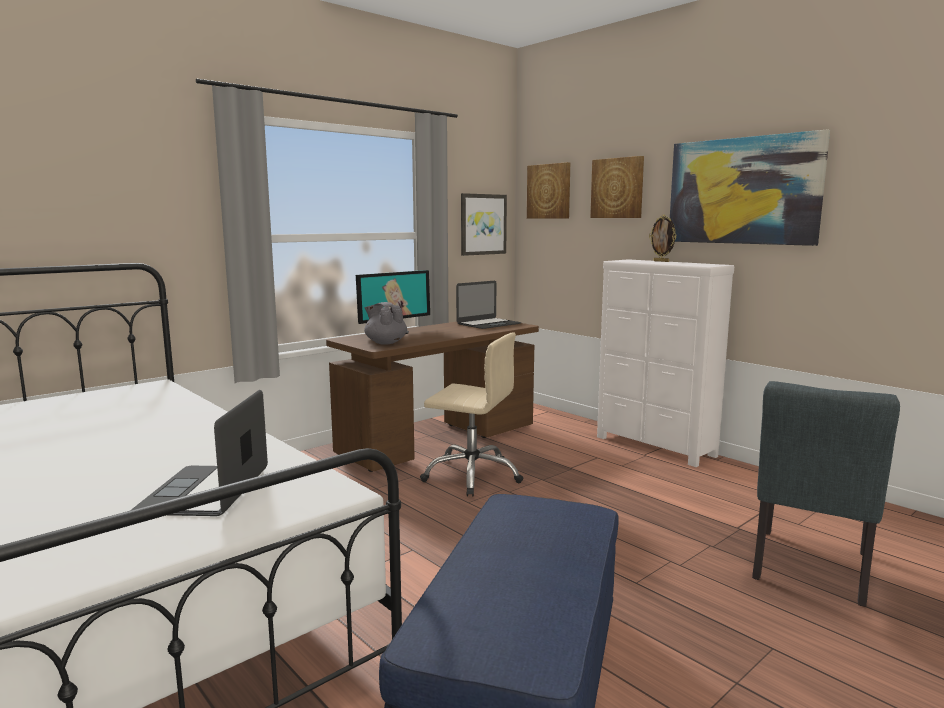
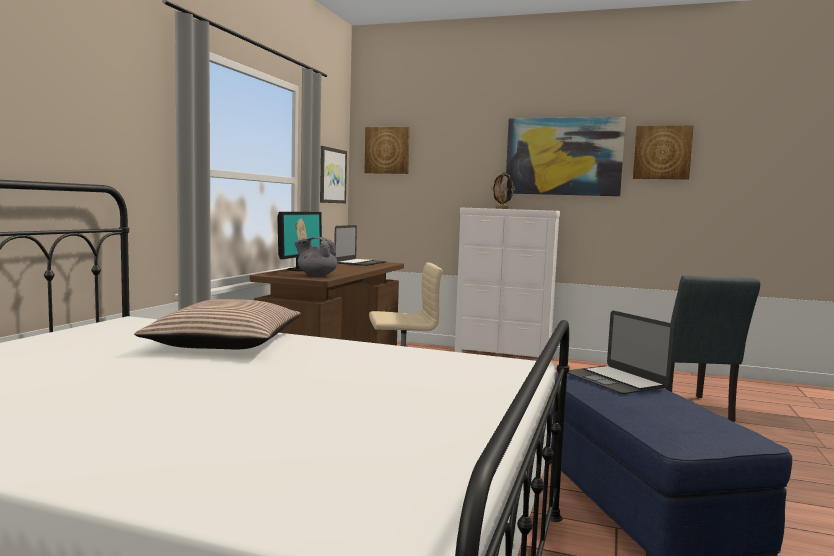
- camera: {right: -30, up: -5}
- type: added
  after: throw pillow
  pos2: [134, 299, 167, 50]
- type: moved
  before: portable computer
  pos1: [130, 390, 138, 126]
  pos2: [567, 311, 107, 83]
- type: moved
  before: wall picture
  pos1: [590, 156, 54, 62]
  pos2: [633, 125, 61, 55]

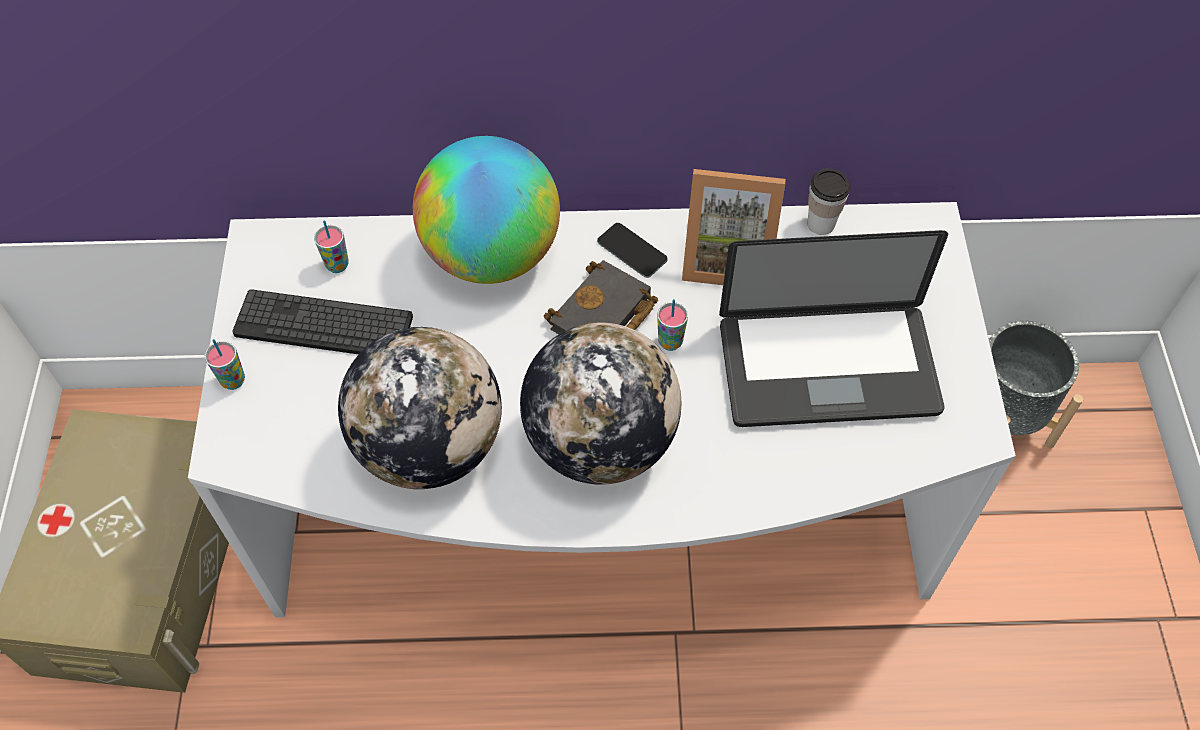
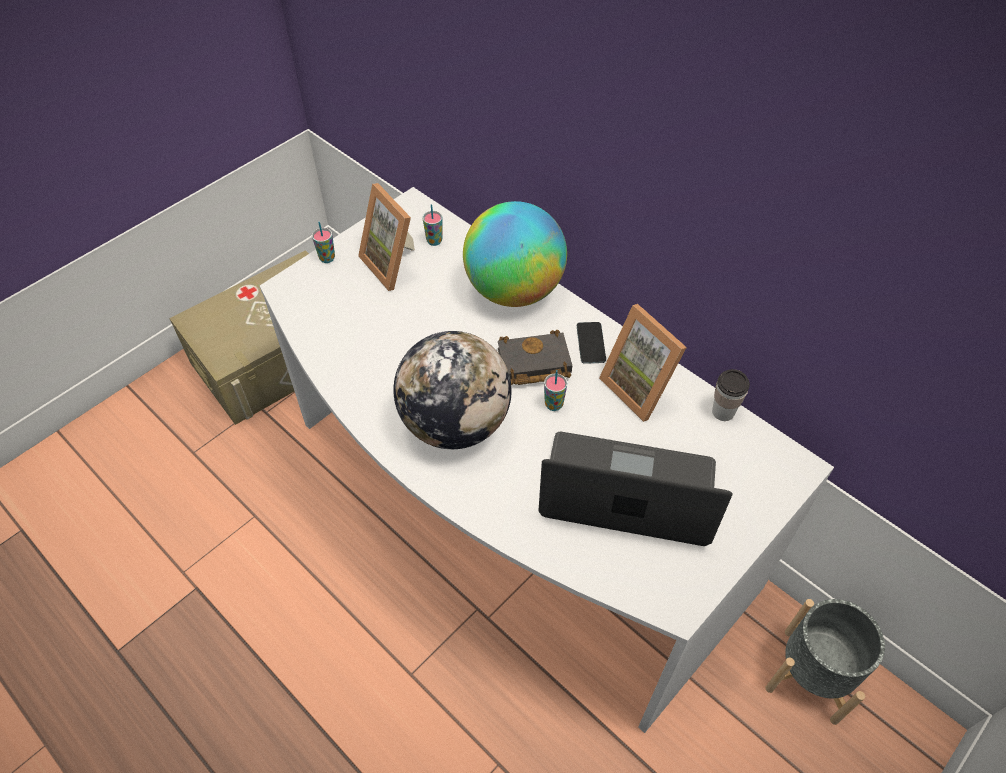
- camera: {right: 45, up: -5}
- type: replaced
  before: PC keyboard
  after: picture frame
  pos1: [232, 289, 181, 65]
  pos2: [358, 183, 57, 108]
- type: turned
  before: portable computer
  pos1: [719, 230, 229, 197]
  pos2: [538, 432, 195, 114]
  turn: 150
- type: removed
  before: globe
  pos1: [338, 327, 164, 162]

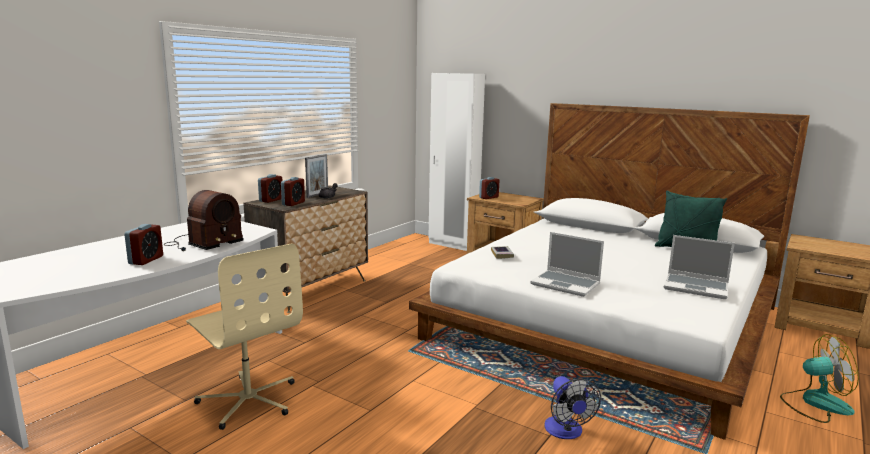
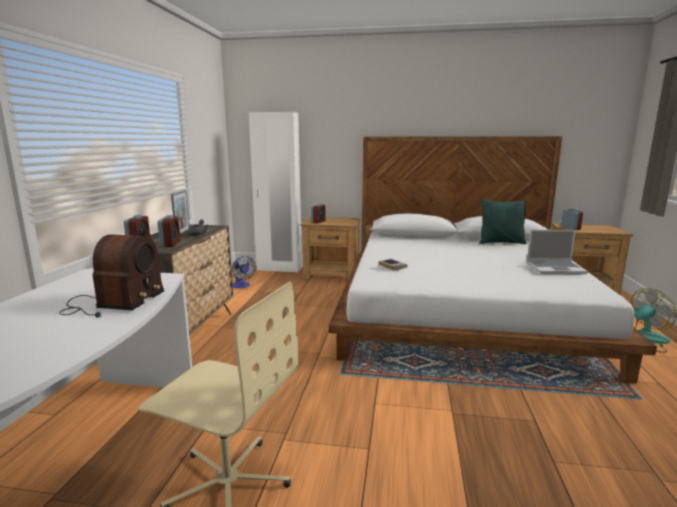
- camera: {right: -25, up: 0}
- type: moved
  before: fan
  pos1: [545, 376, 56, 63]
  pos2: [232, 256, 24, 32]
- type: moved
  before: bedside clock
  pos1: [124, 224, 39, 41]
  pos2: [561, 208, 22, 22]
- type: removed
  before: portable computer
  pos1: [530, 232, 74, 65]

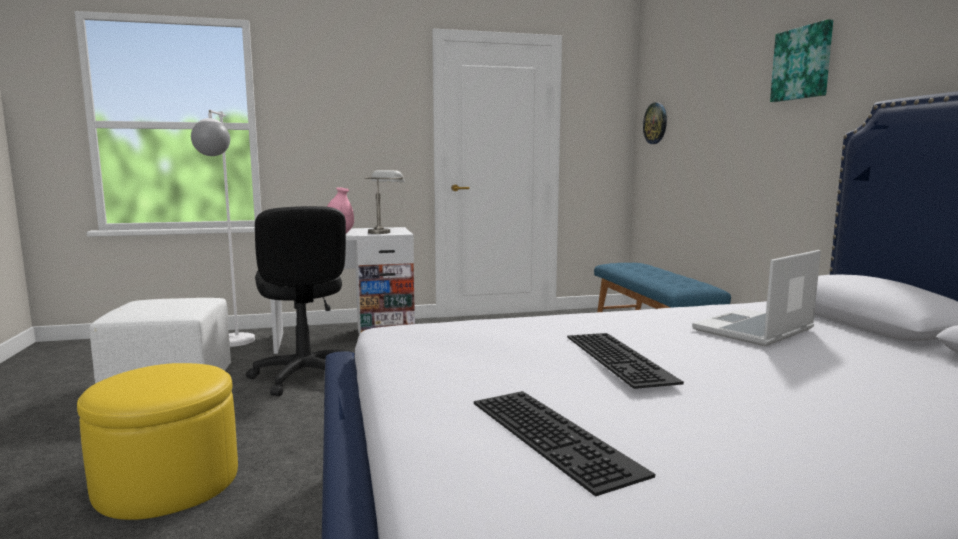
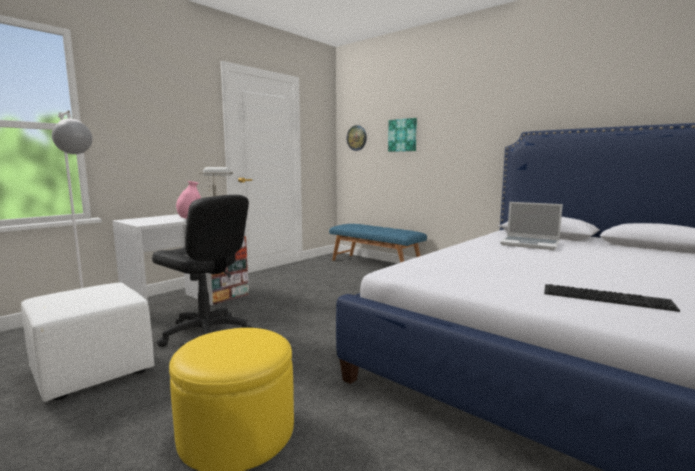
- camera: {right: -35, up: 0}
- type: moved
  before: wall picture
  pos1: [770, 19, 63, 83]
  pos2: [388, 118, 29, 34]
- type: turned
  before: portable computer
  pos1: [692, 250, 129, 97]
  pos2: [500, 202, 63, 48]
  turn: -75
- type: removed
  before: PC keyboard
  pos1: [567, 333, 117, 56]

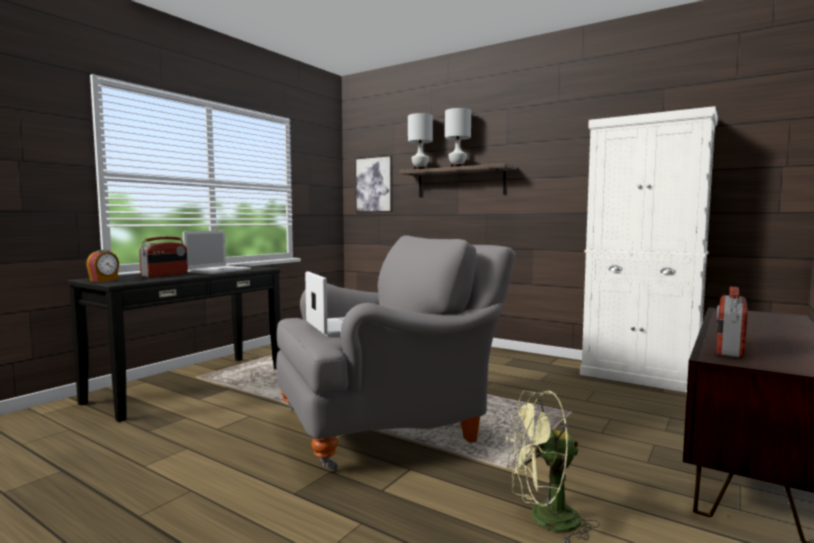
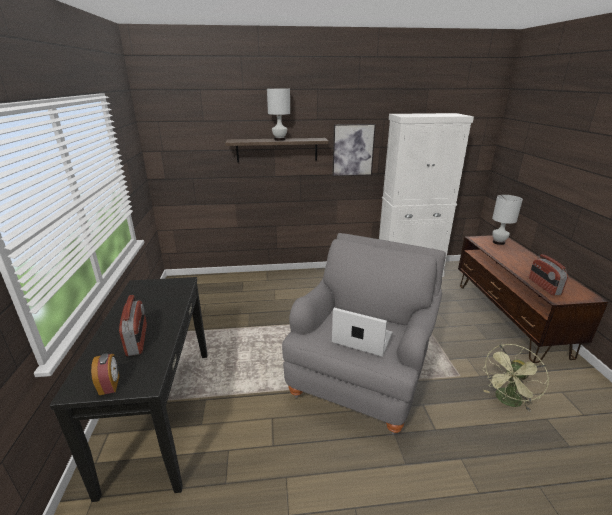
- camera: {right: -40, up: 20}
- type: moved
  before: wall picture
  pos1: [355, 155, 38, 57]
  pos2: [332, 124, 44, 52]
- type: moved
  before: white lamp for a table
  pos1: [408, 113, 25, 56]
  pos2: [492, 195, 31, 50]
- type: removed
  before: portable computer
  pos1: [183, 231, 68, 43]

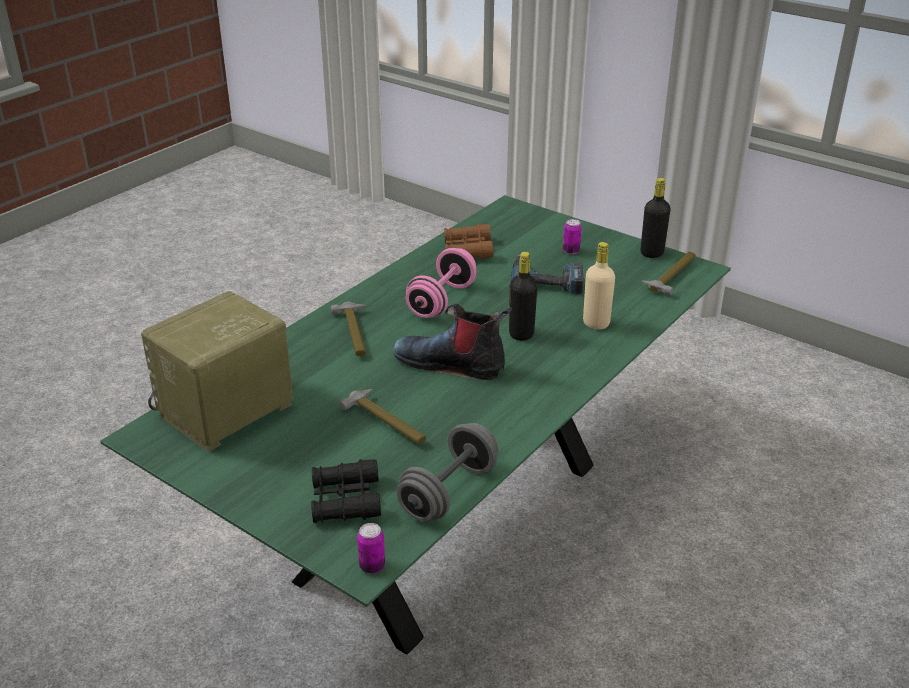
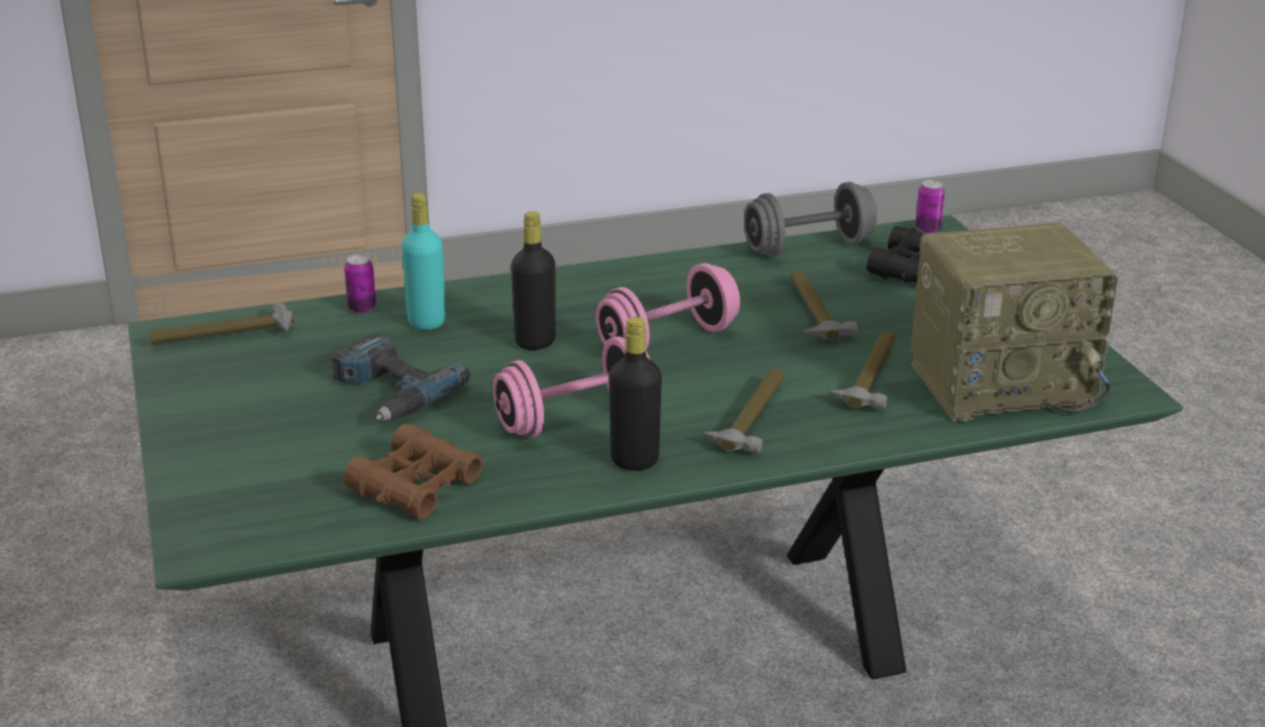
- camera: {right: -145, up: -5}
- type: moved
  before: sealed can
  pos1: [563, 219, 19, 35]
  pos2: [344, 254, 32, 59]
- type: recoloured
  before: beige drink bottle
  after: turquoise-coloured drink bottle
  pos1: [583, 242, 32, 88]
  pos2: [401, 193, 45, 137]
- type: replaced
  before: boot
  after: pink hand weight
  pos1: [393, 303, 119, 77]
  pos2: [596, 263, 144, 87]
- type: moved
  before: black drink bottle
  pos1: [641, 178, 29, 80]
  pos2: [609, 317, 53, 154]
- type: added
  after: hammer
  pos2: [829, 331, 66, 78]

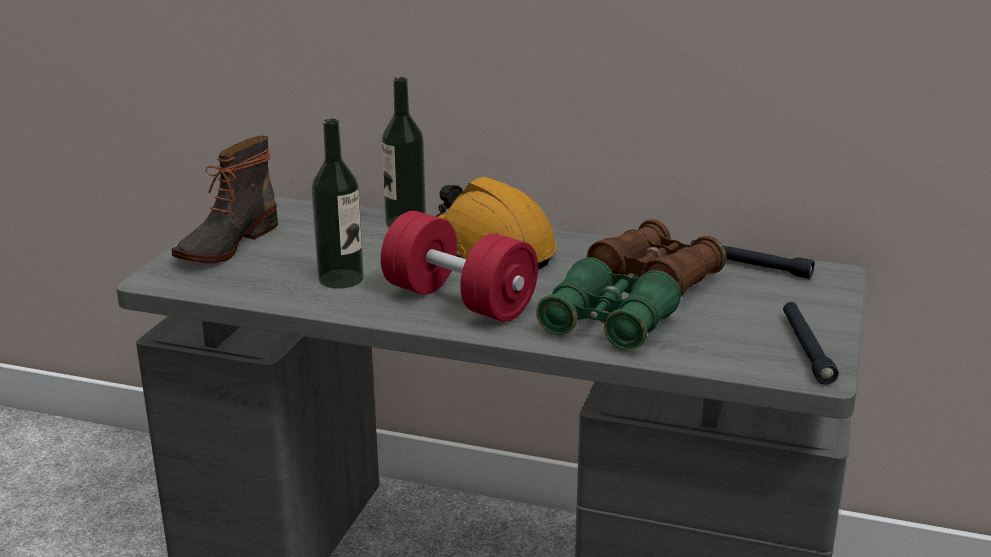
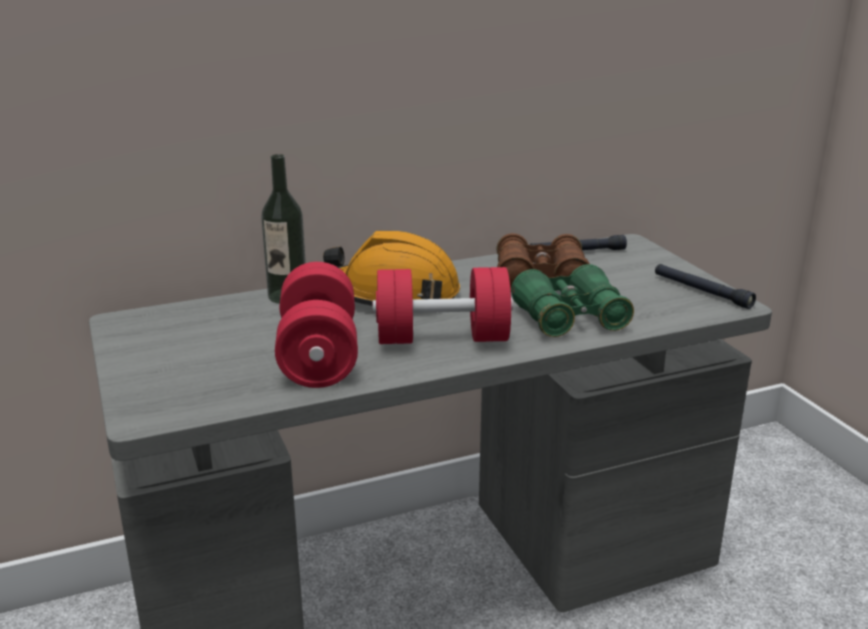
- camera: {right: -40, up: 0}
- type: replaced
  before: drink bottle
  after: reddish hand weight
  pos1: [312, 119, 52, 170]
  pos2: [275, 262, 83, 126]
- type: removed
  before: boot
  pos1: [172, 136, 106, 127]

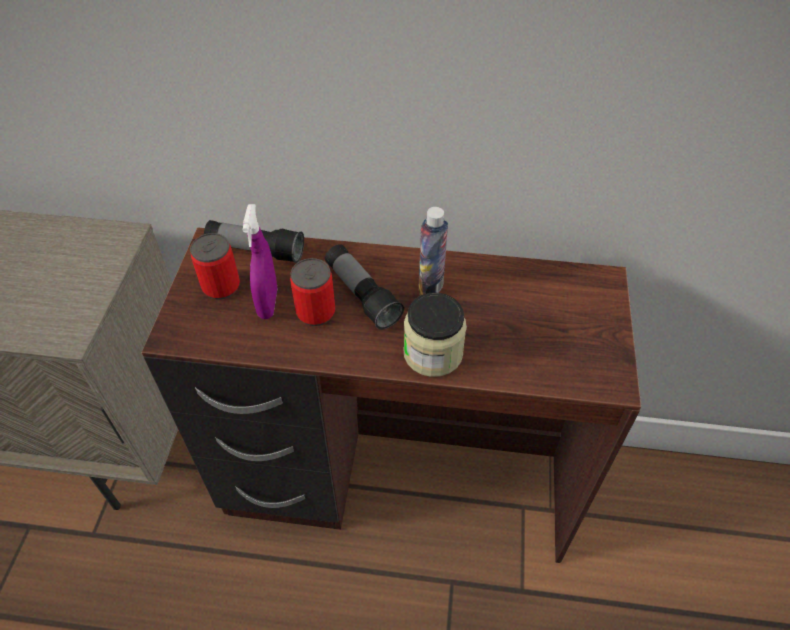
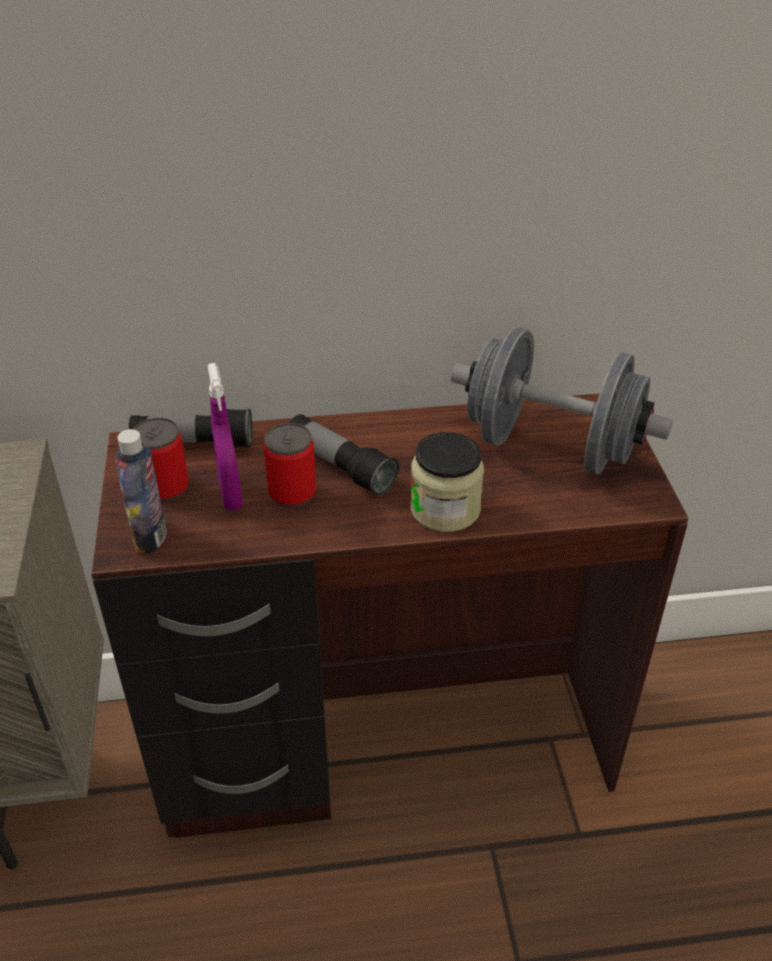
- camera: {right: -15, up: -10}
- type: moved
  before: drink bottle
  pos1: [418, 207, 30, 89]
  pos2: [115, 429, 52, 125]
- type: added
  after: greyish hand weight
  pos2: [451, 327, 222, 148]

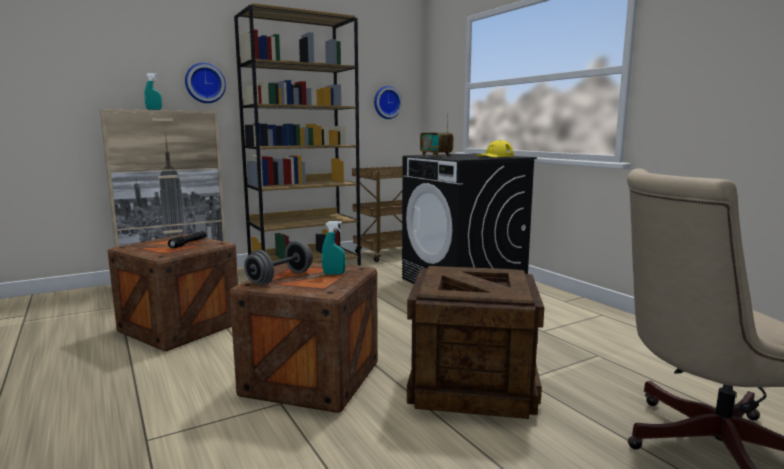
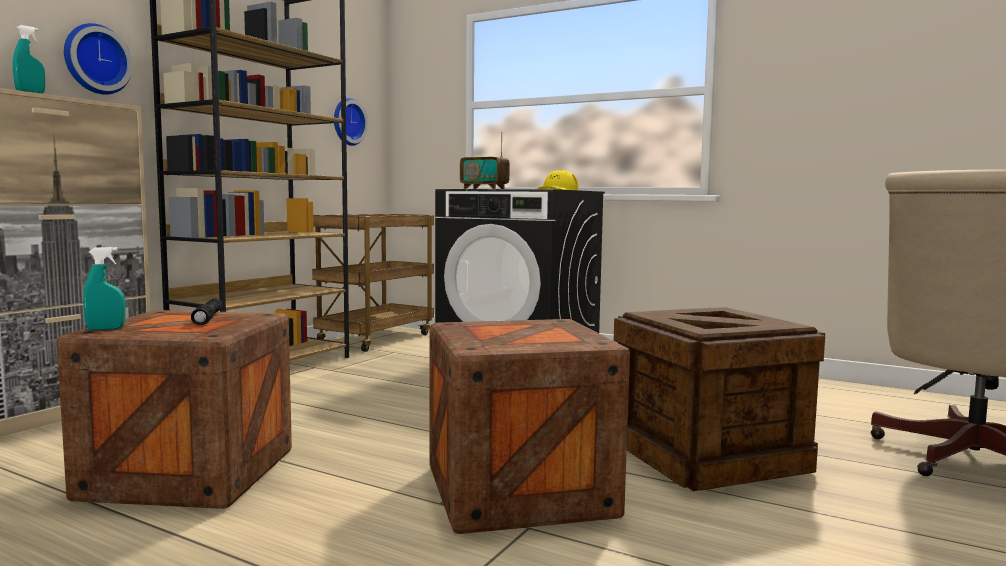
- camera: {right: -30, up: -5}
- type: moved
  before: turquoise-coloured hand sprayer
  pos1: [322, 221, 24, 53]
  pos2: [83, 247, 43, 83]
- type: removed
  before: greyish hand weight
  pos1: [244, 241, 69, 44]

